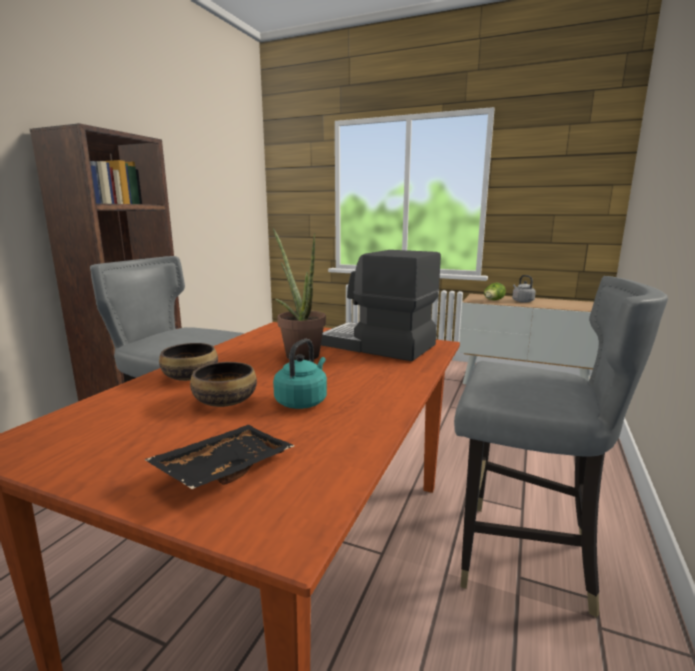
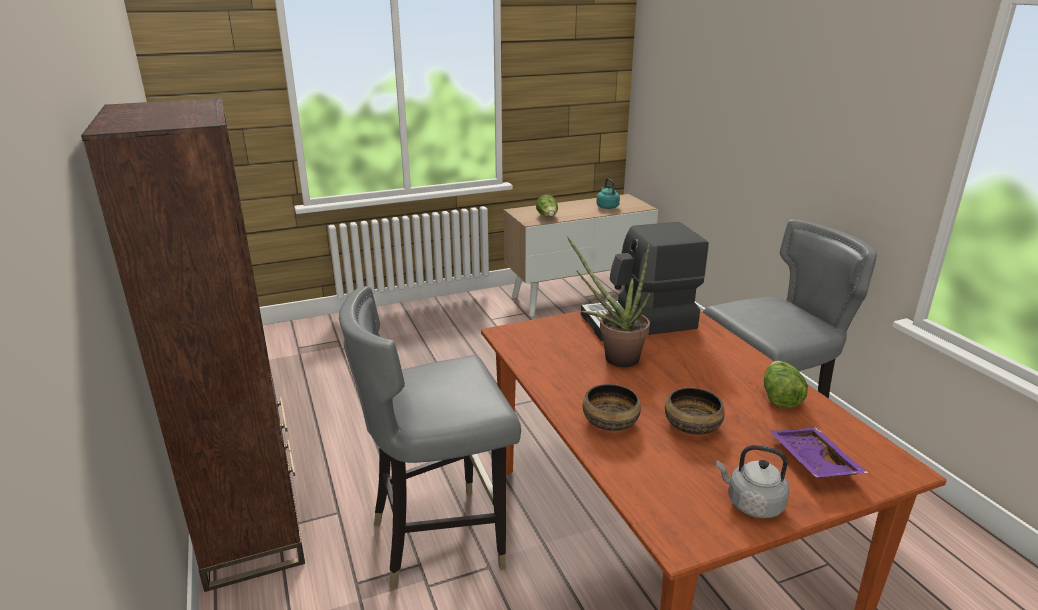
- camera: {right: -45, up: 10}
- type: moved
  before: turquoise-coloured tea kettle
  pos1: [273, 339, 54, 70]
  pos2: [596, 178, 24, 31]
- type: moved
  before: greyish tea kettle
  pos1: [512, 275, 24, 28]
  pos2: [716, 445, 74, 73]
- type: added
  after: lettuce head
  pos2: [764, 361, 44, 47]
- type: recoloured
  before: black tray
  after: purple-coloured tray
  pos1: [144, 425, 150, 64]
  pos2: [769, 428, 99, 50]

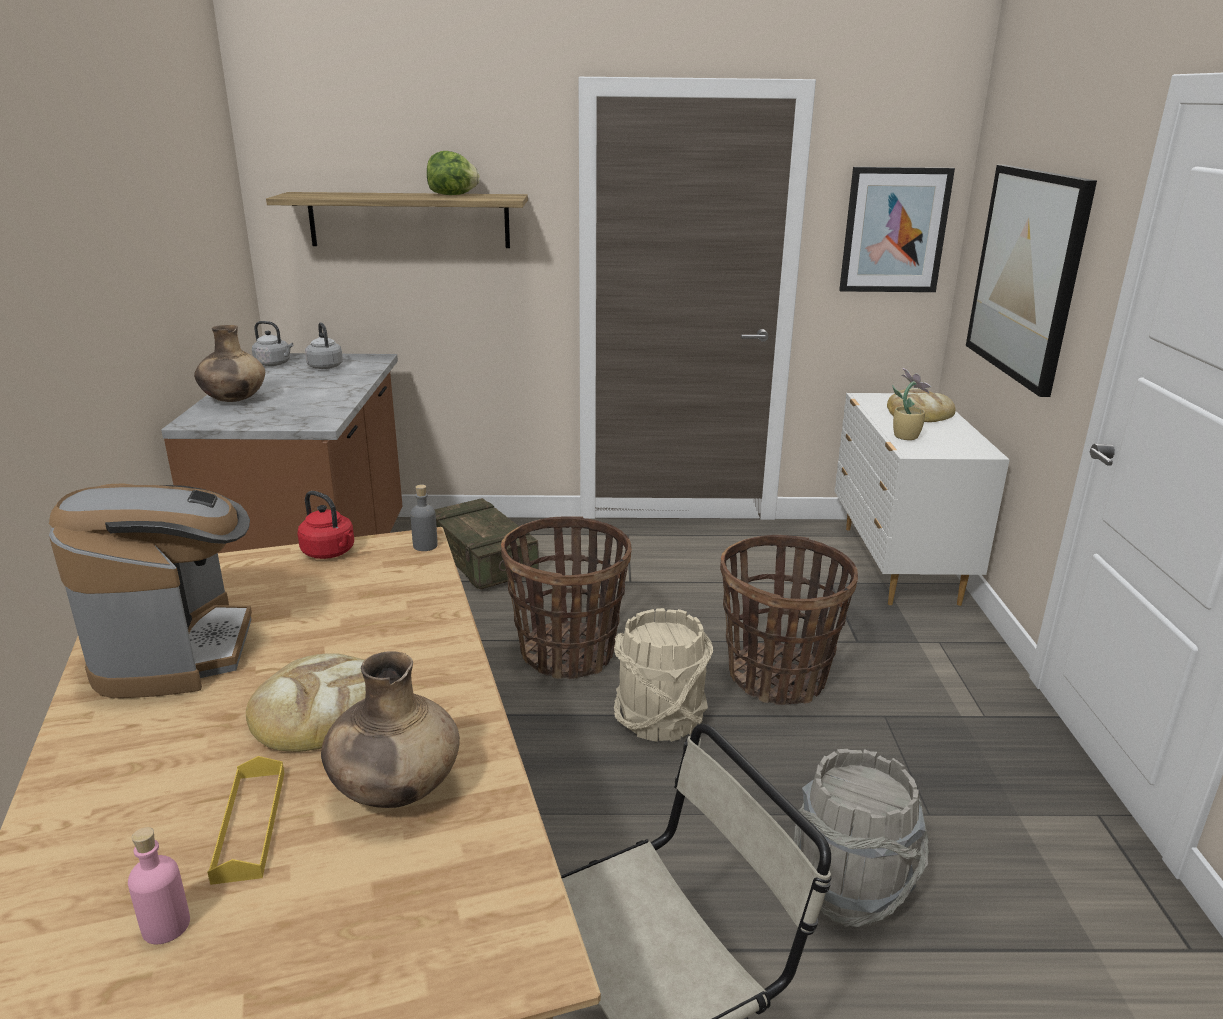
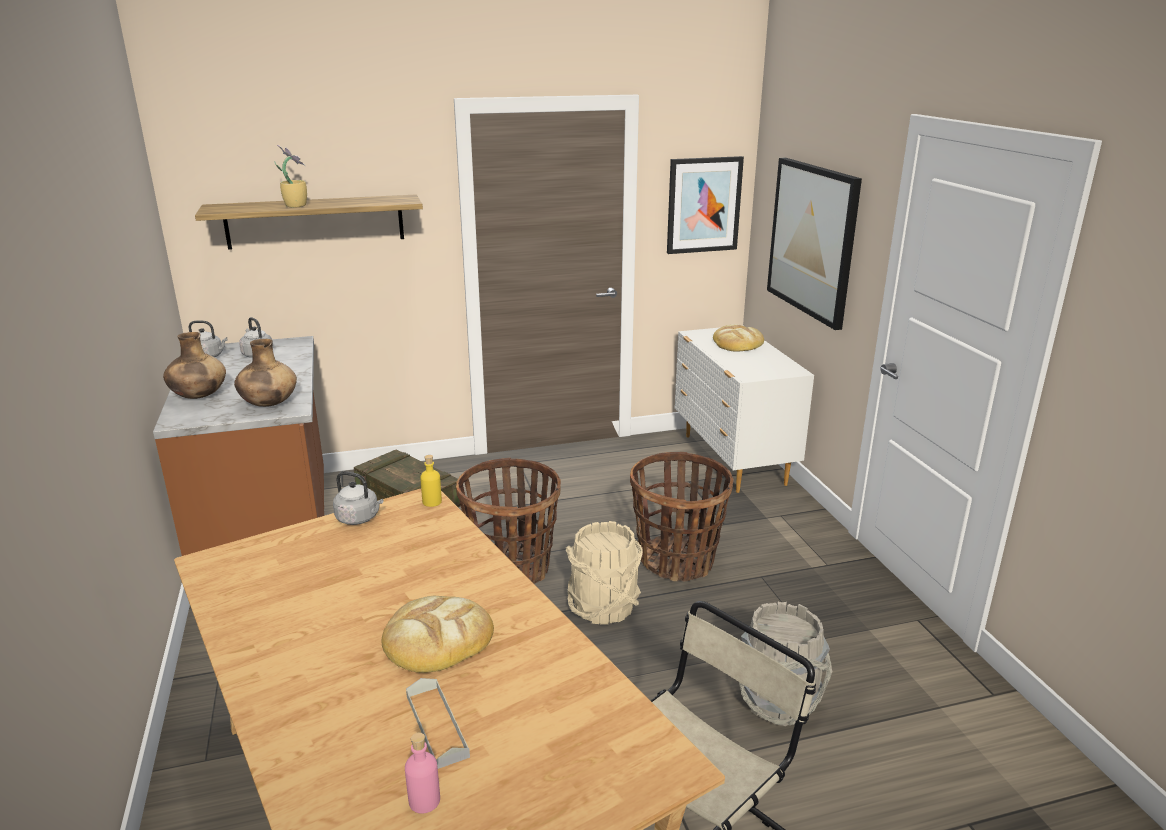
- camera: {right: -15, up: 0}
- type: moved
  before: brownish vase
  pos1: [321, 651, 139, 157]
  pos2: [234, 339, 63, 68]
- type: moved
  before: houseplant
  pos1: [892, 368, 39, 72]
  pos2: [274, 145, 33, 63]
- type: recoloured
  before: reddish tea kettle
  after: greyish tea kettle
  pos1: [297, 491, 57, 68]
  pos2: [333, 471, 50, 54]
- type: recoloured
  before: yellow tray
  after: greyish tray
  pos1: [208, 756, 76, 129]
  pos2: [406, 678, 64, 91]
- type: recoloured
  before: greyish drink bottle
  after: yellow drink bottle
  pos1: [410, 484, 28, 67]
  pos2: [420, 455, 22, 52]
- type: removed
  before: coffee maker
  pos1: [49, 483, 203, 215]
- type: removed
  before: lettuce head
  pos1: [427, 151, 53, 44]

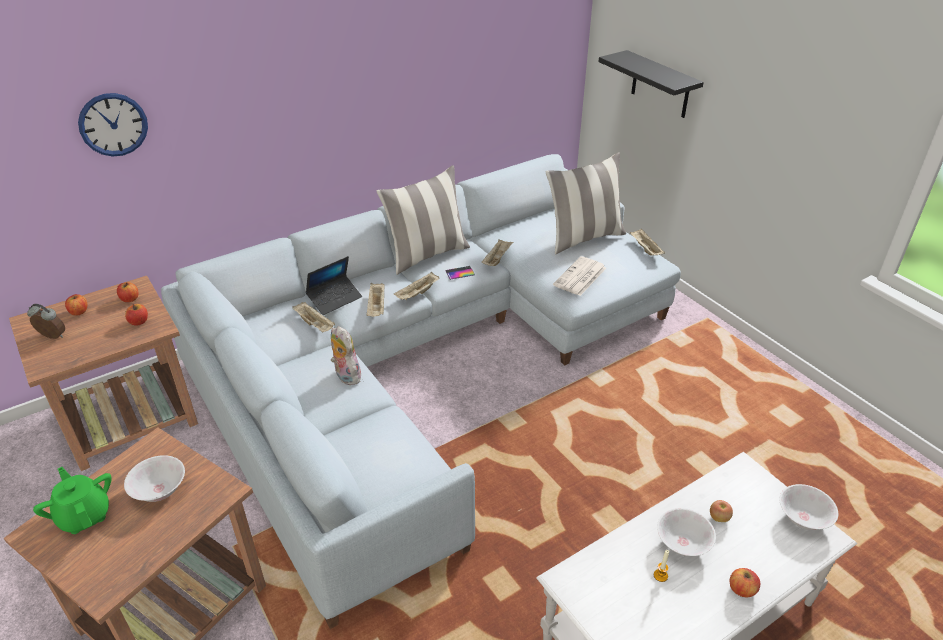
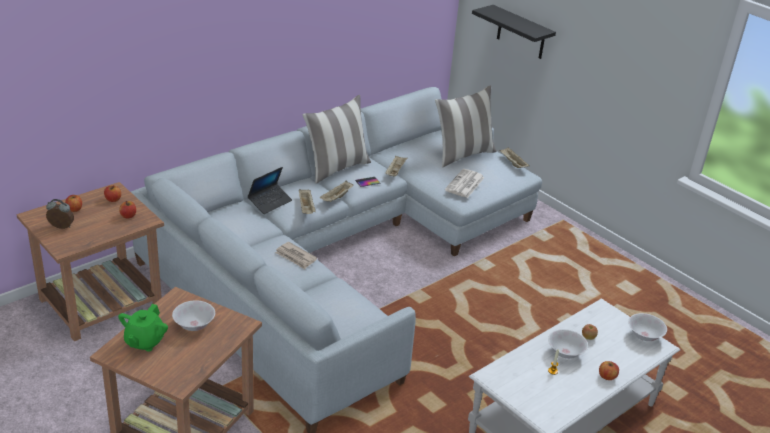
- camera: {right: -10, up: -5}
- type: turned
  before: greenish teapot
  pos1: [33, 467, 79, 67]
  pos2: [118, 304, 50, 48]
  turn: -120
- type: replaced
  before: soft toy
  after: daily paper
  pos1: [331, 326, 30, 59]
  pos2: [275, 242, 42, 27]
- type: removed
  before: clock on the wall
  pos1: [78, 93, 70, 64]
- type: removed
  before: beige tray
  pos1: [292, 302, 43, 30]

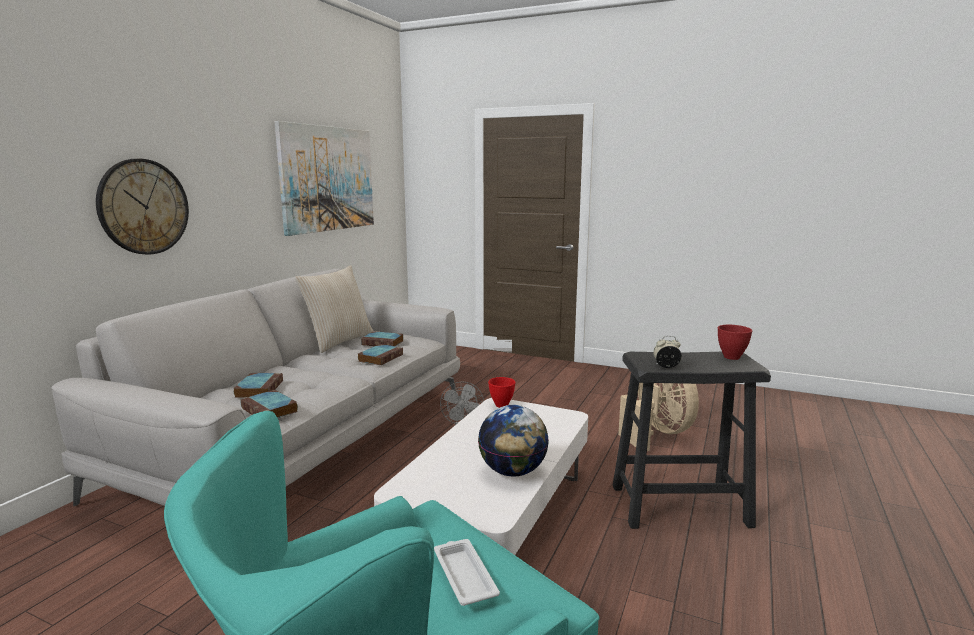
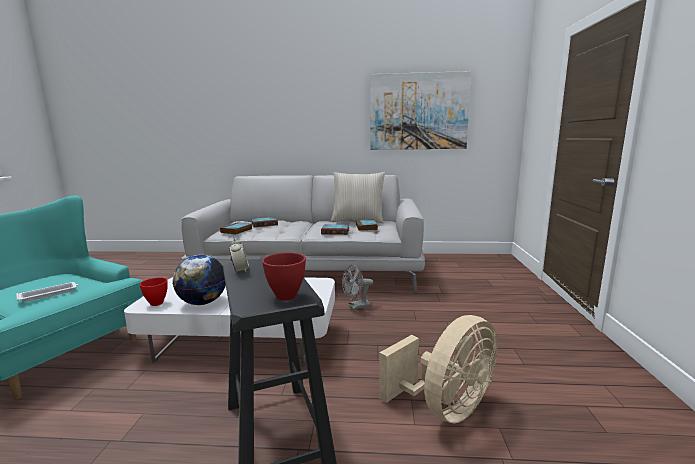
- camera: {right: 70, up: 0}
- type: moved
  before: reddish deep dish
  pos1: [488, 377, 28, 31]
  pos2: [140, 277, 28, 29]
- type: removed
  before: clock on the wall
  pos1: [96, 159, 93, 96]

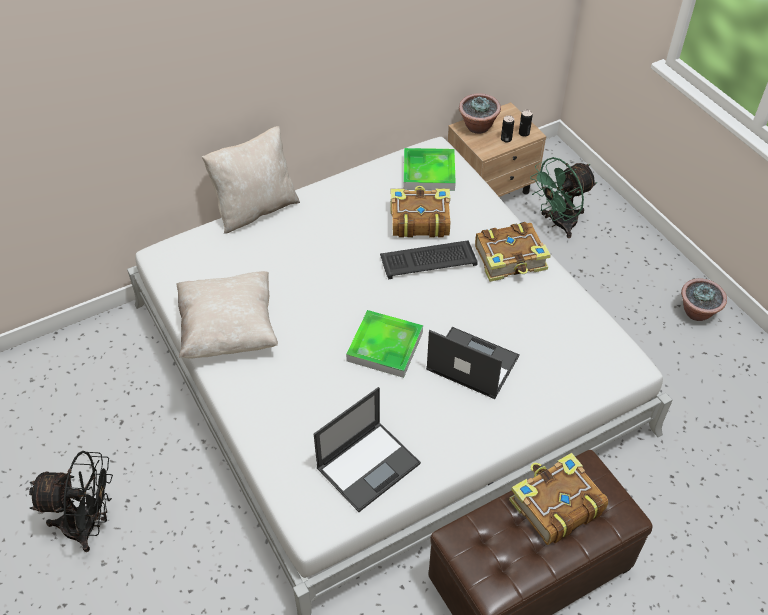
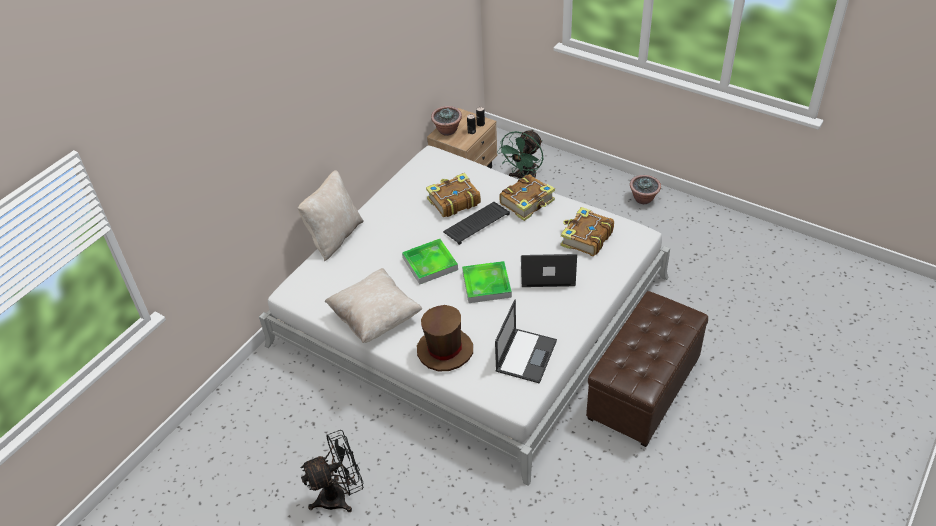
- camera: {right: -25, up: -5}
- type: moved
  before: tray
  pos1: [403, 148, 53, 43]
  pos2: [402, 239, 56, 45]
- type: added
  after: brownish wearable hat
  pos2: [417, 305, 56, 66]
- type: moved
  before: bound book
  pos1: [509, 453, 99, 92]
  pos2: [560, 207, 54, 49]

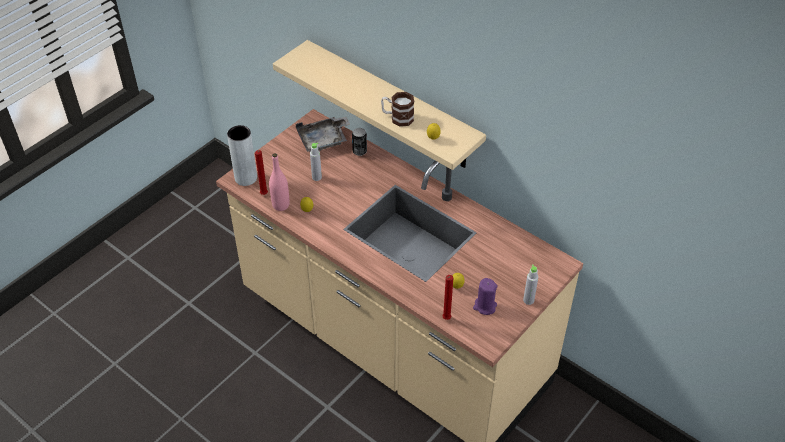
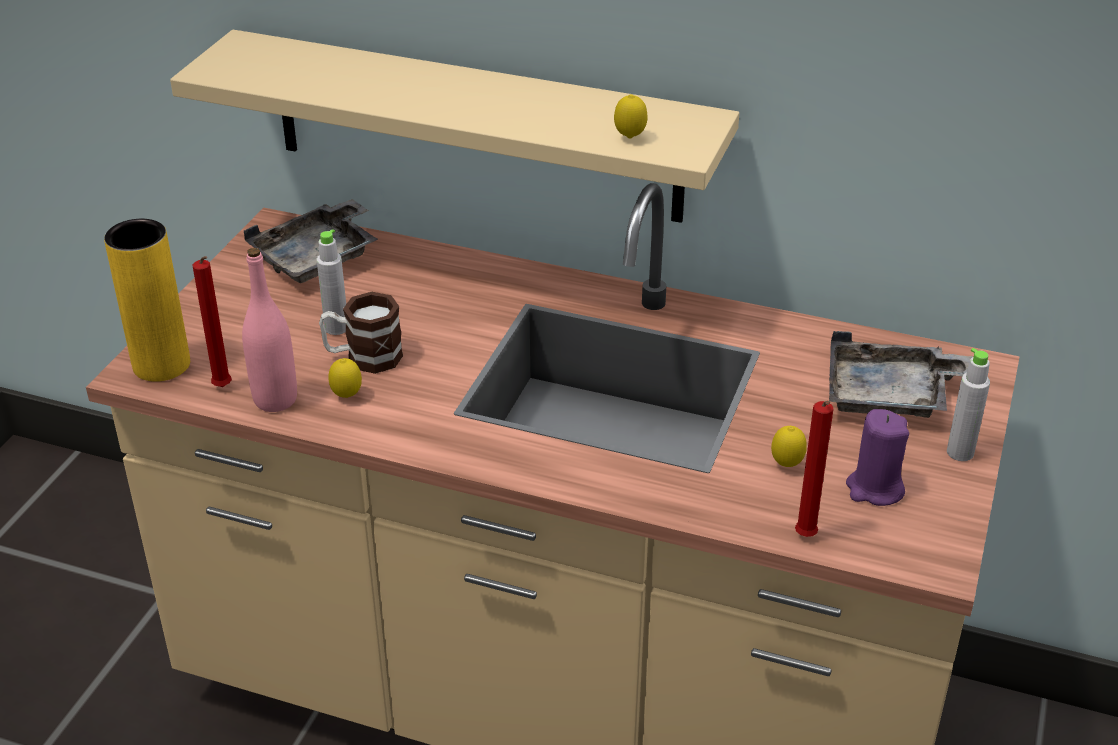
- camera: {right: -20, up: -10}
- type: recoloured
  before: greyish vase
  after: yellow vase
  pos1: [227, 125, 30, 61]
  pos2: [104, 219, 86, 163]
- type: moved
  before: coffee mug
  pos1: [381, 92, 33, 35]
  pos2: [319, 292, 84, 82]
- type: added
  after: greyish tray
  pos2: [829, 331, 144, 87]
- type: removed
  before: sealed can
  pos1: [352, 128, 15, 28]

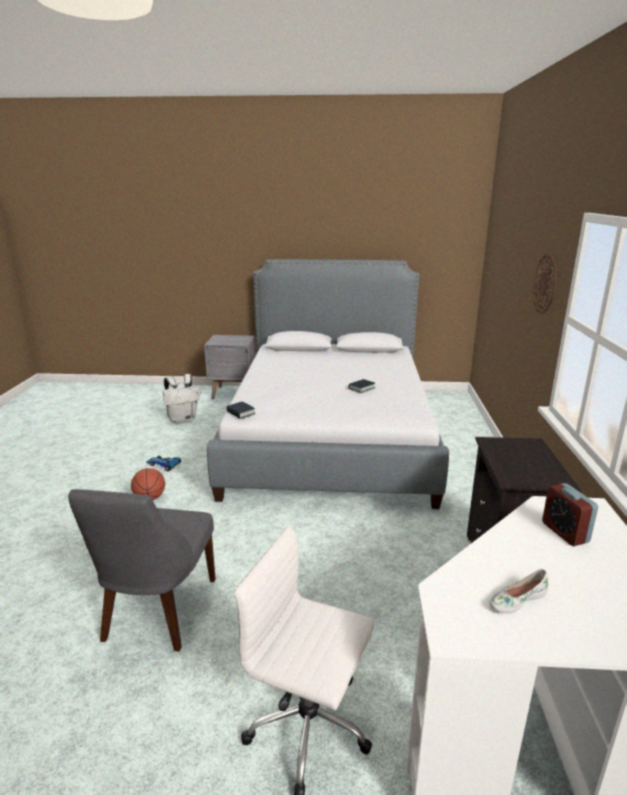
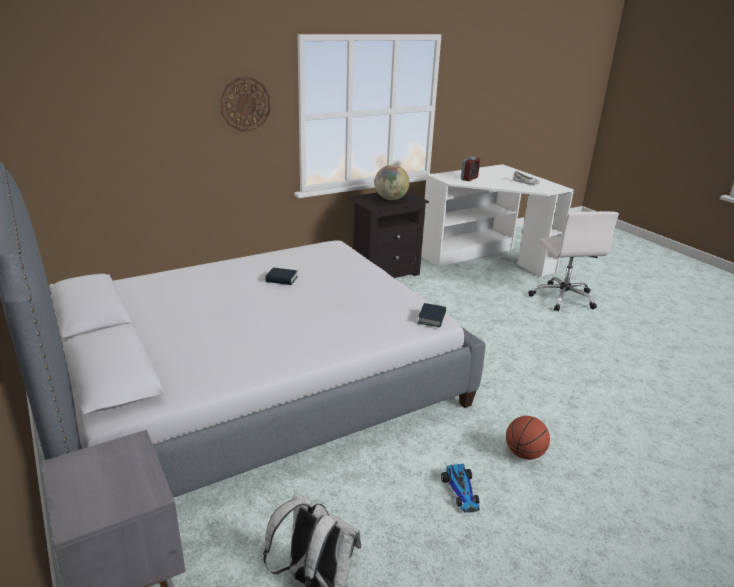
- camera: {right: -125, up: 5}
- type: added
  after: globe
  pos2: [375, 165, 35, 35]
- type: removed
  before: greyish plain chair
  pos1: [68, 489, 148, 162]

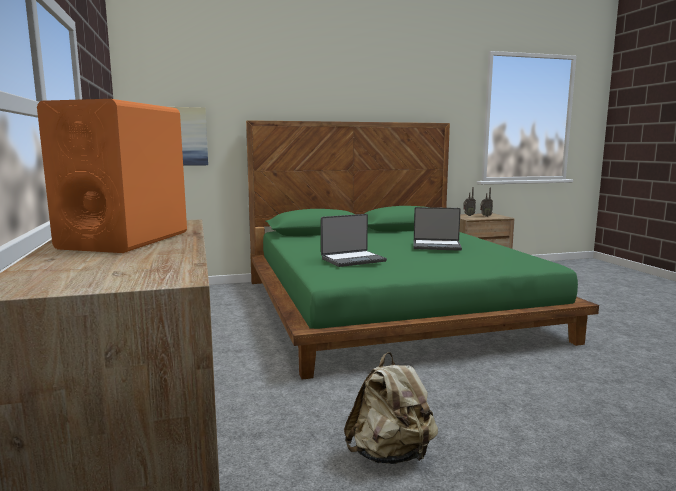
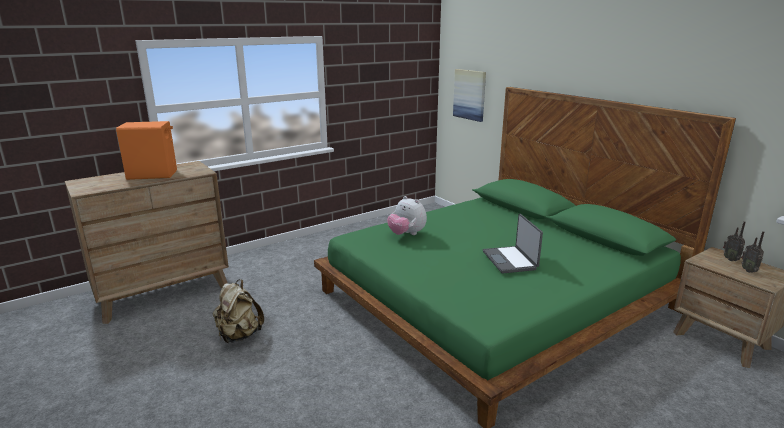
- camera: {right: 70, up: 10}
- type: replaced
  before: portable computer
  after: soft toy
  pos1: [321, 214, 66, 53]
  pos2: [387, 196, 40, 39]

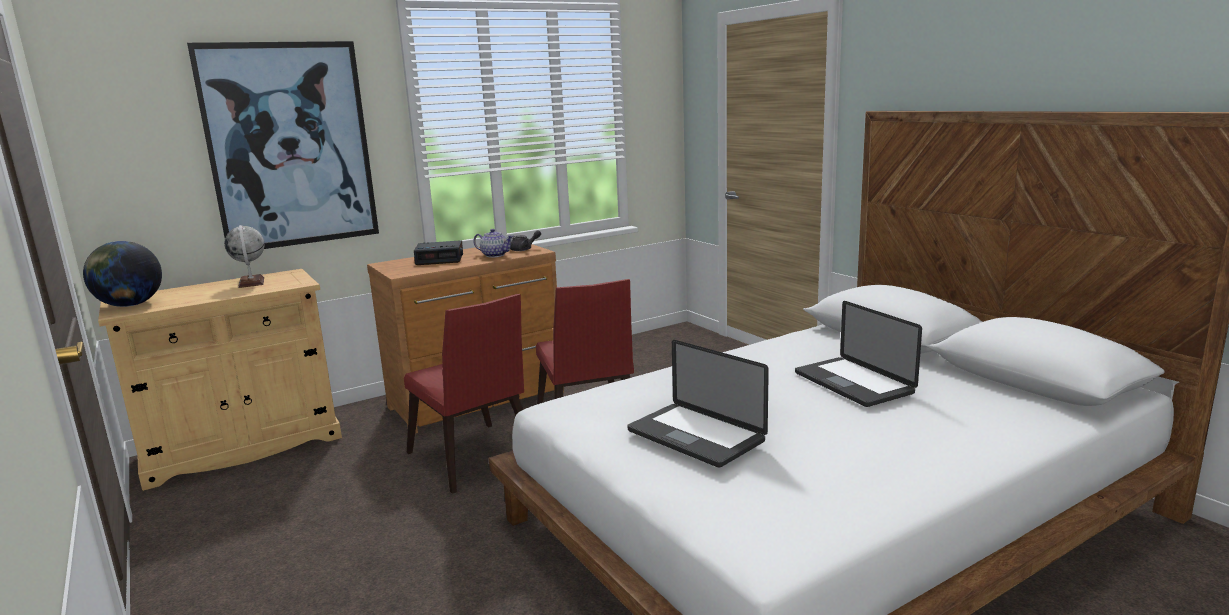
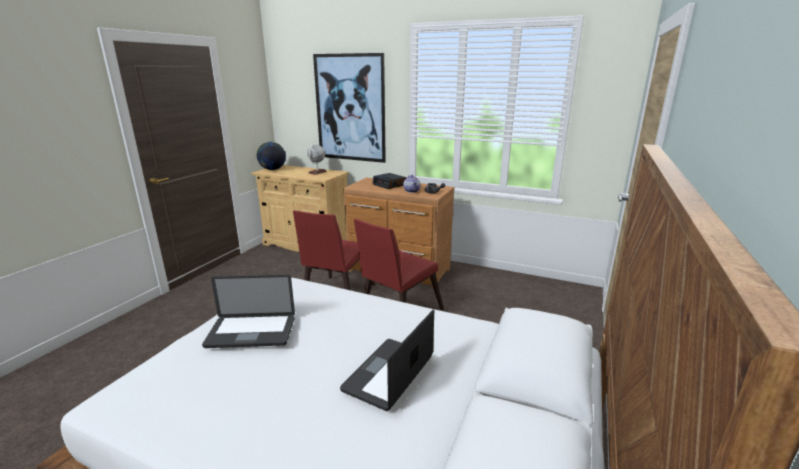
- camera: {right: 55, up: 5}
- type: turned
  before: portable computer
  pos1: [627, 340, 142, 127]
  pos2: [202, 275, 93, 73]
  turn: -105

